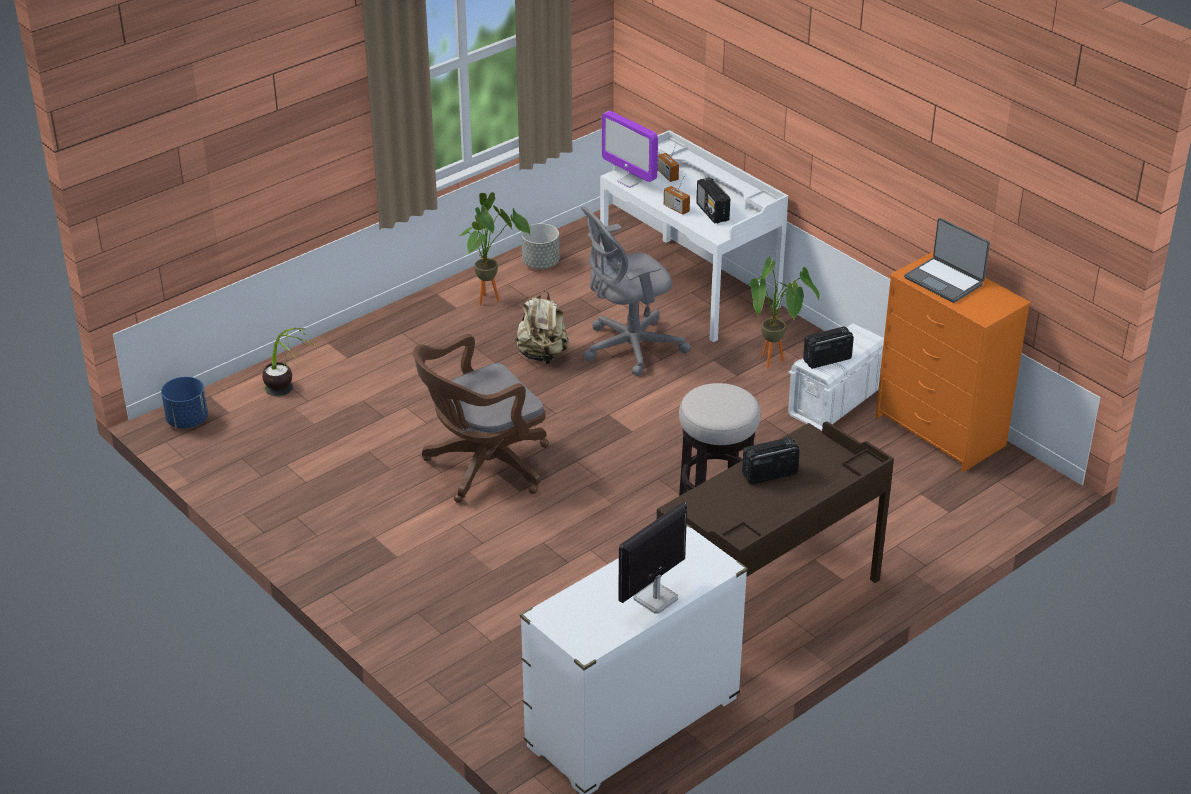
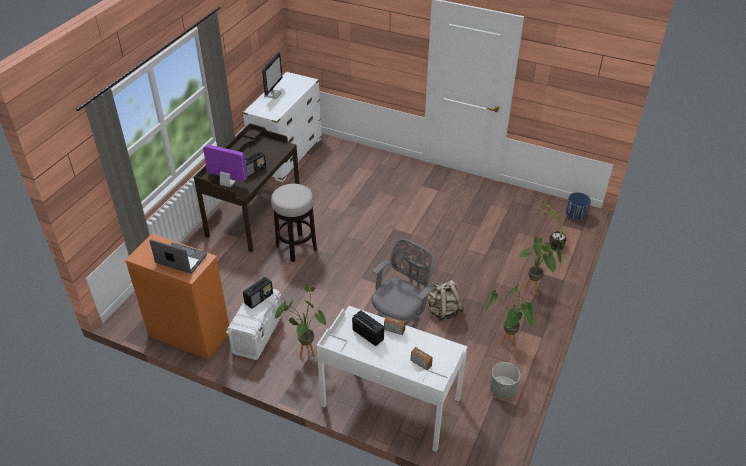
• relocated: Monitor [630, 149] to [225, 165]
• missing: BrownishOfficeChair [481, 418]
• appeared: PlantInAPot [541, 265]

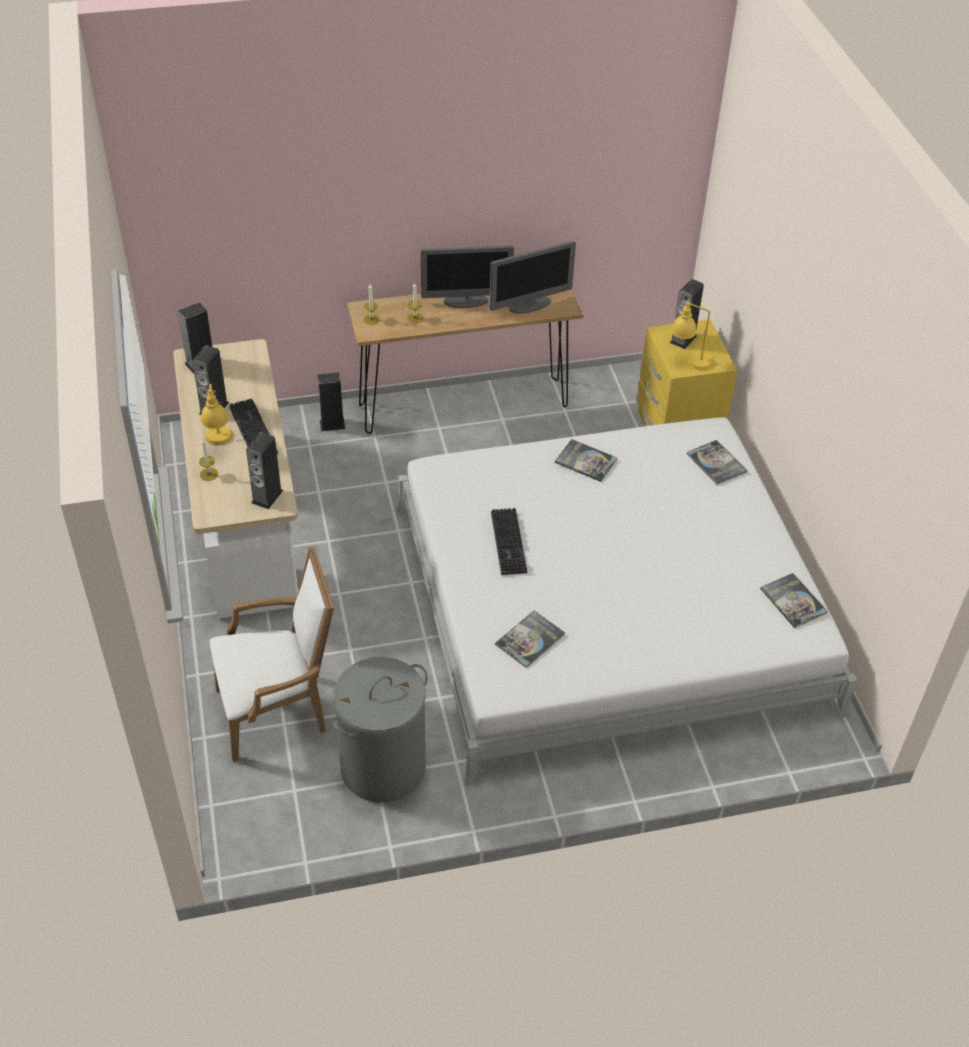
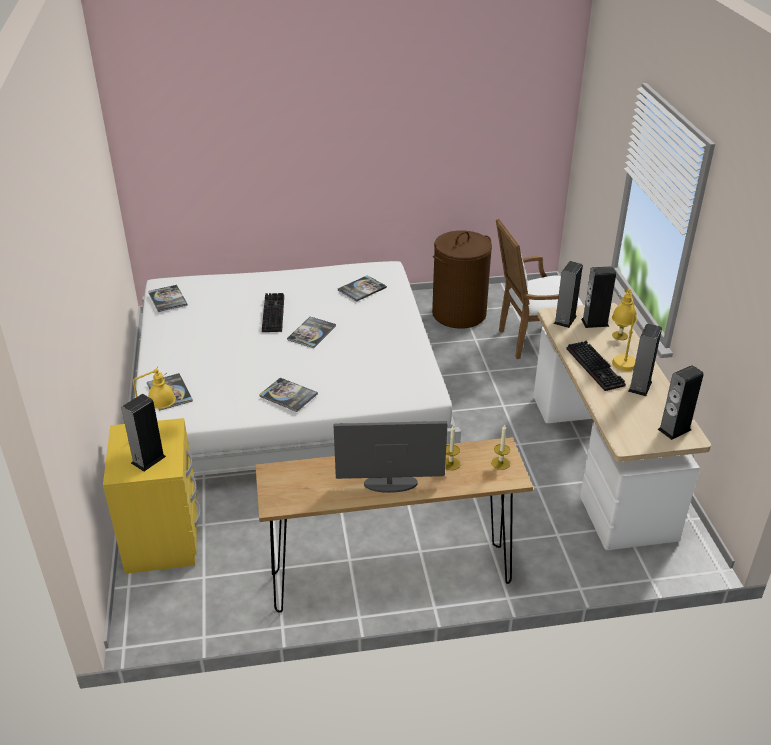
• missing: Monitor [532, 277]
• relocated: Loudspeaker [331, 401] to [598, 297]
• relocated: PcKeyboard [509, 541] to [273, 312]
• colour: GrayLaundryBasket [379, 730] to BrownishLaundryBasket [462, 279]
• appeared: Book [311, 332]

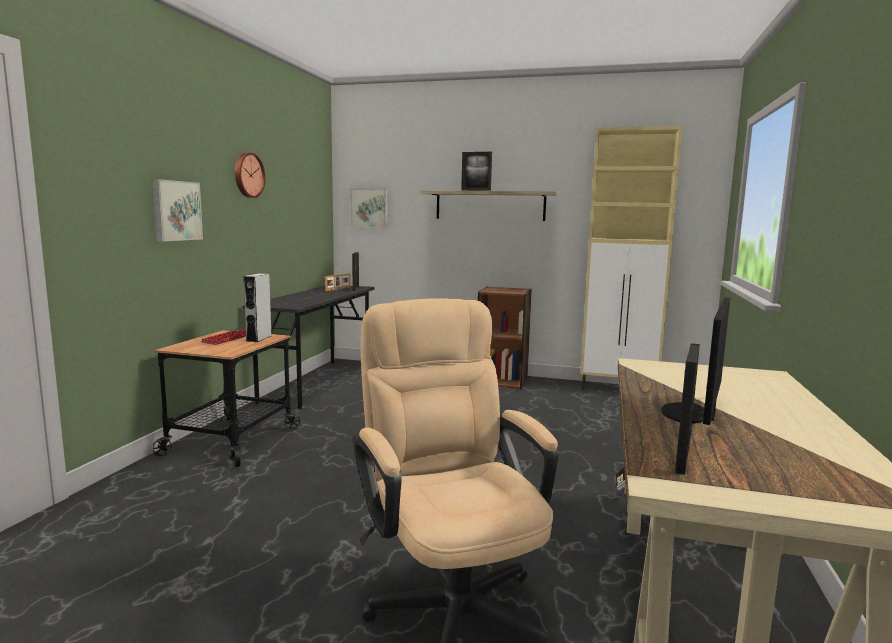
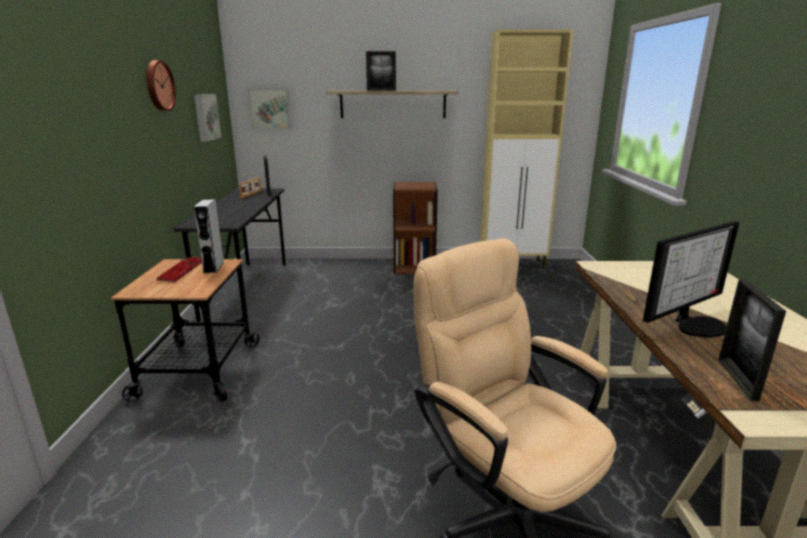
• relocated: WallPicture [177, 210] to [207, 118]
• spun: Monitor [695, 361] = [691, 279] 135 degrees counterclockwise

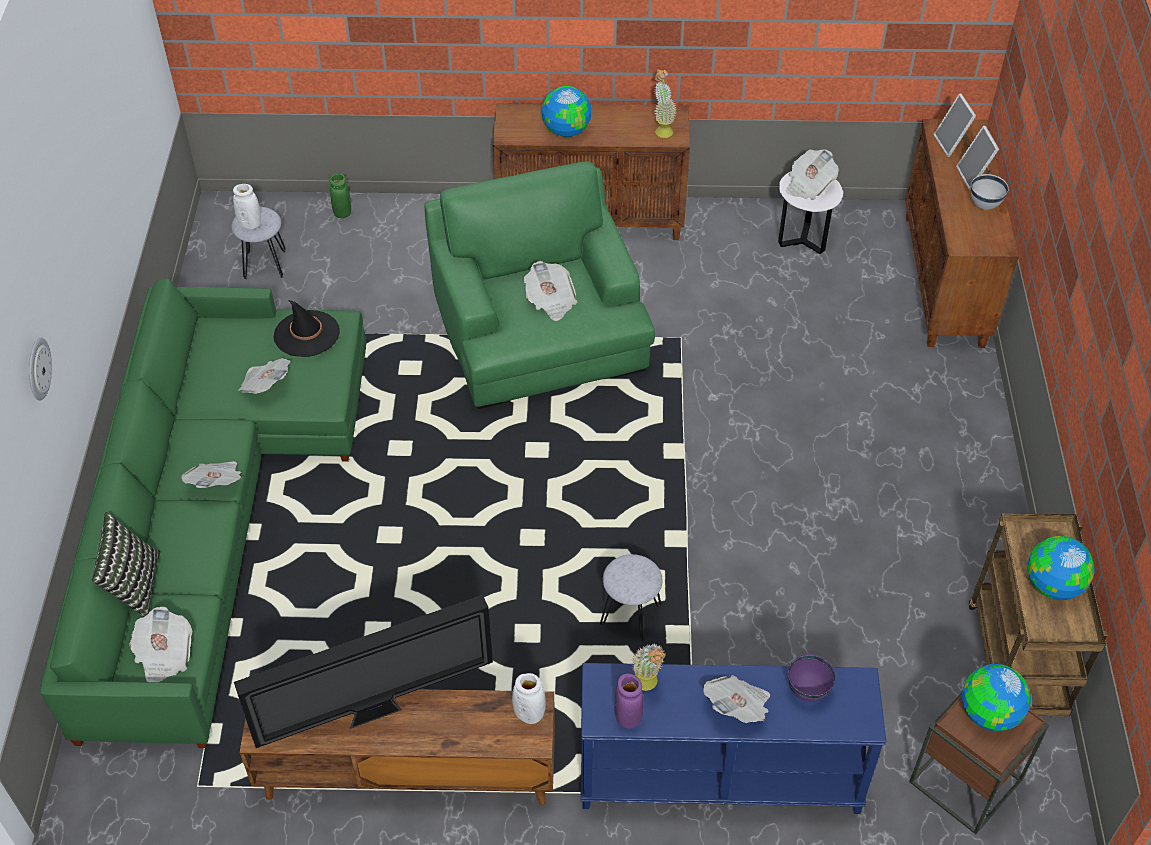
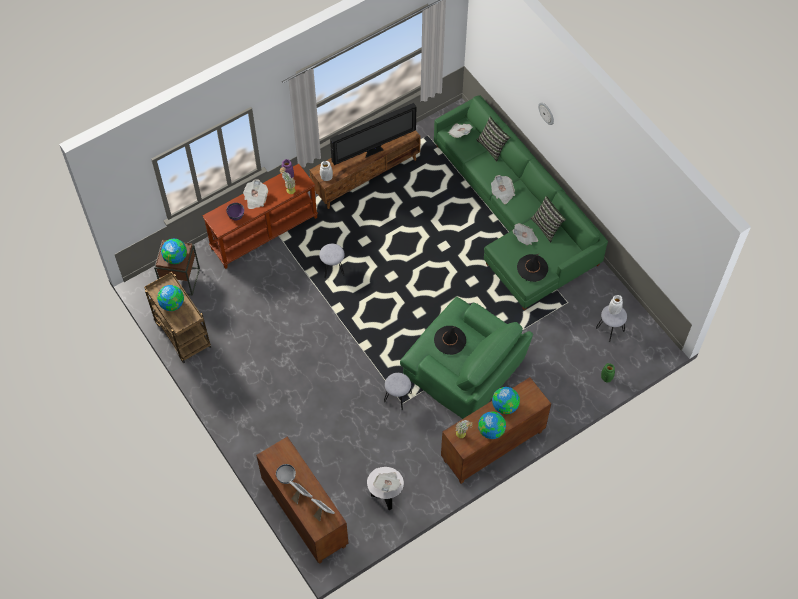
• exchanged: Newspaper [550, 291] to BlackishClothingHat [450, 340]
• spun: Television [363, 671] = [373, 134] 150 degrees counterclockwise
• colour: BluishConsoleTable [733, 738] to BrownishConsoleTable [260, 216]
• appeared: ThrowPillow [548, 219]
• appeared: GrayStoolSeat [398, 391]
• appeared: DeskGlobe [492, 425]

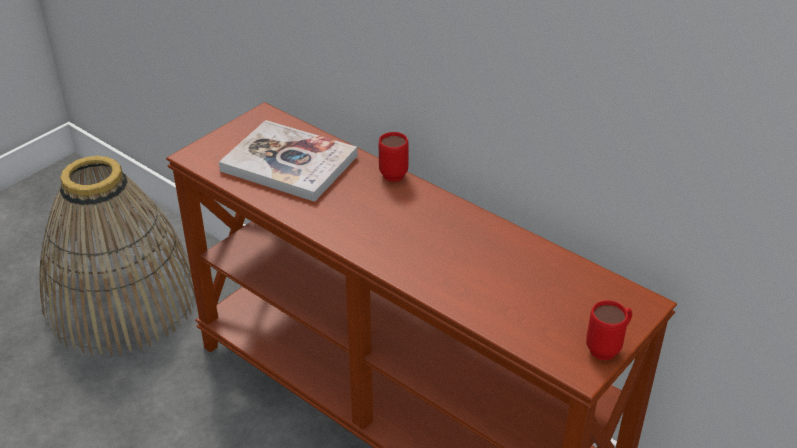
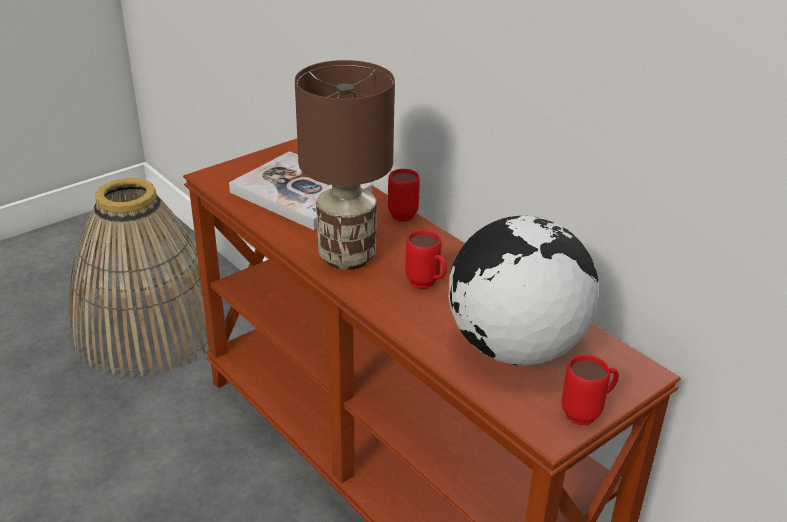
• appeared: BrownishTabletopLamp [345, 165]
• appeared: DeskGlobe [524, 291]
• appeared: RedCoffeeMug [426, 259]

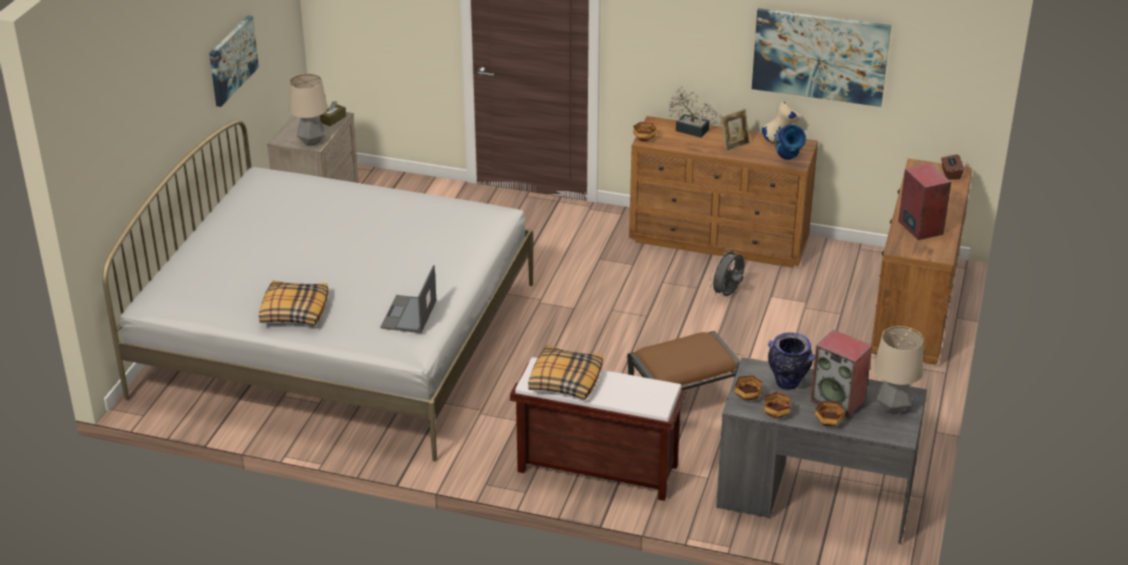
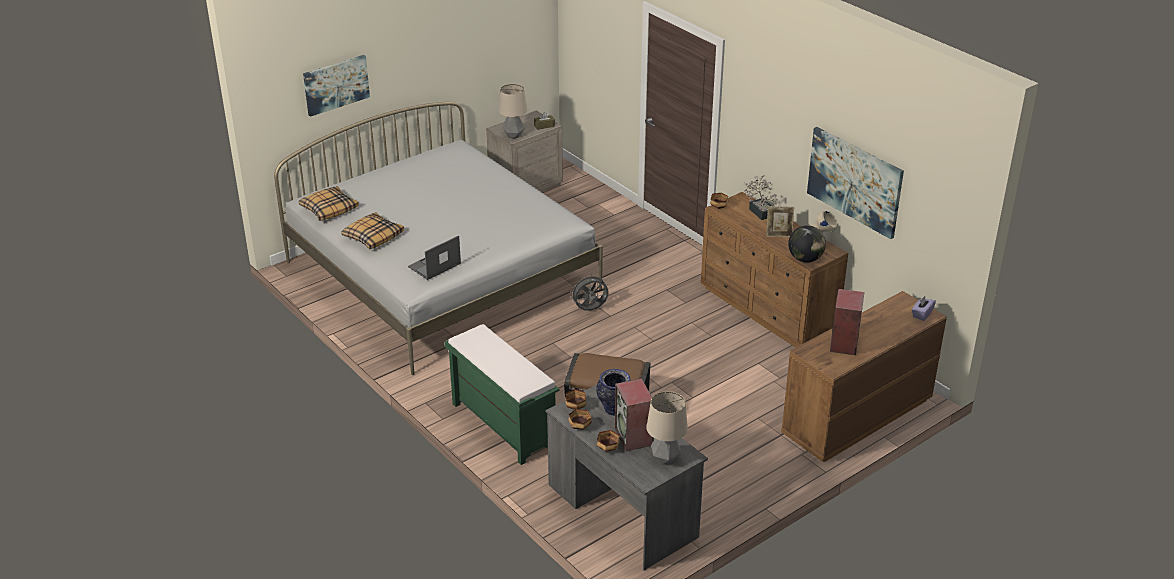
• relocated: WallPicture [234, 61] to [336, 86]
• exchanged: BluishFlowerVase [791, 142] to DeskGlobe [807, 243]
• colour: BrownishBoxOfTissues [952, 166] to PurpleBoxOfTissues [924, 308]
• relocated: GrayFan [727, 272] to [589, 292]
• relocated: ThrowPillow [565, 372] to [329, 203]
• colour: BrownishLongSeat [598, 429] to GreenishLongSeat [502, 394]

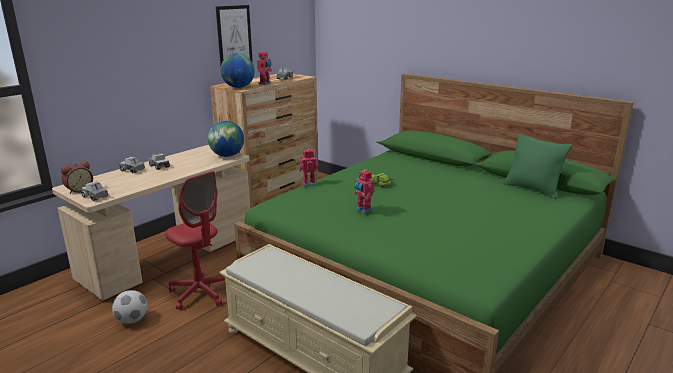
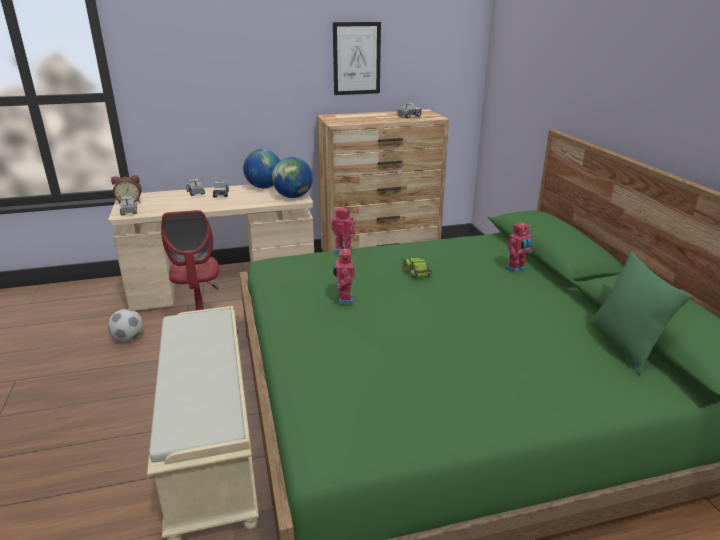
• relocated: ToyRobot [264, 68] to [519, 247]
• relocated: DeskGlobe [237, 70] to [261, 168]

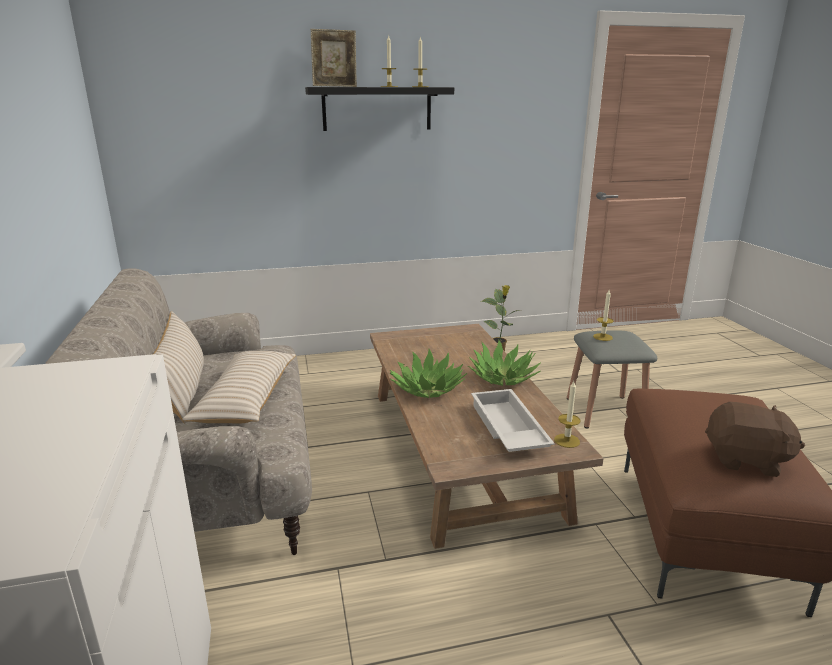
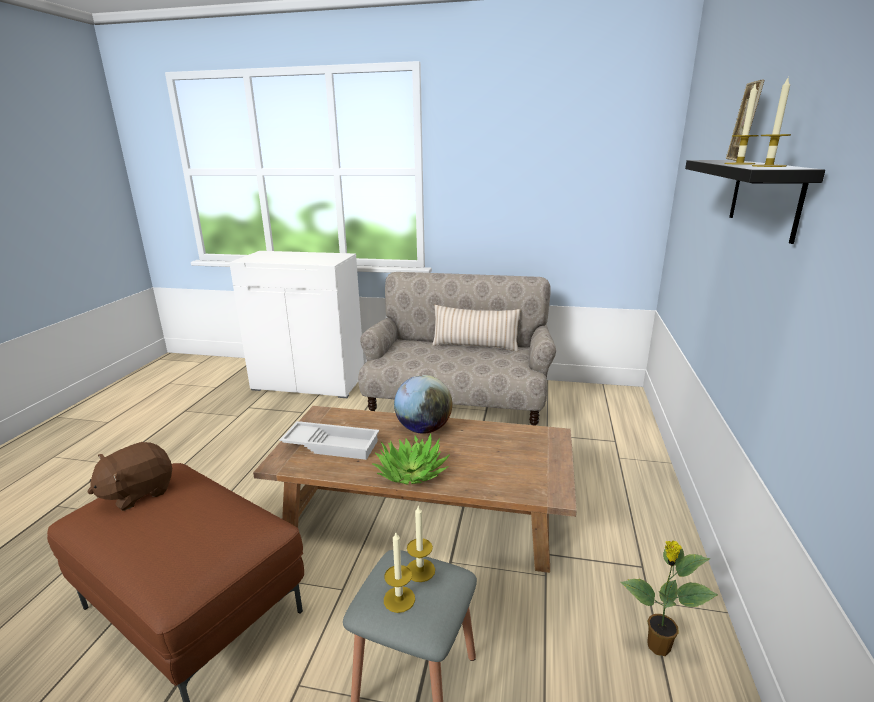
• exchanged: PlantInAPot [428, 373] to DeskGlobe [423, 404]
• missing: BeigeColouredThrowPillow [239, 387]
• relocated: Candle [567, 414] to [399, 572]

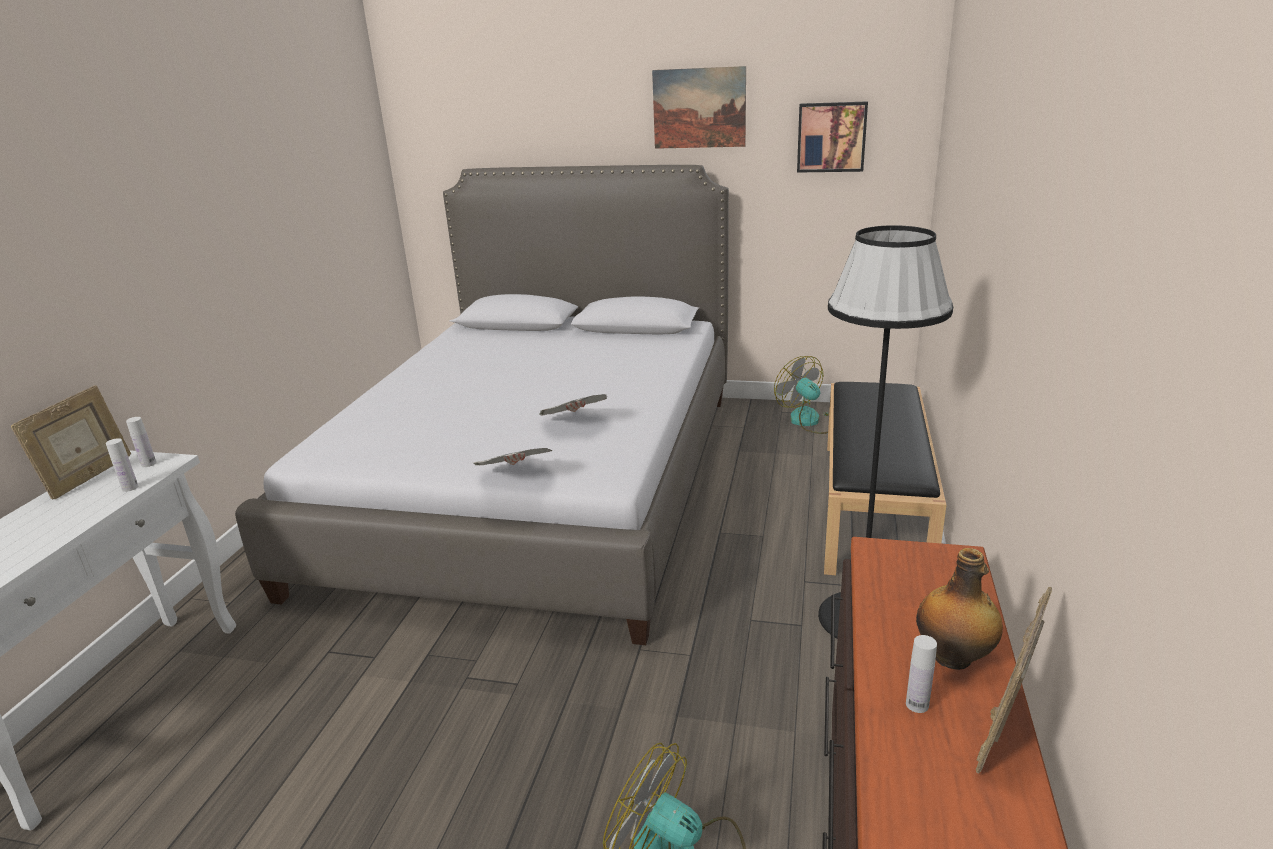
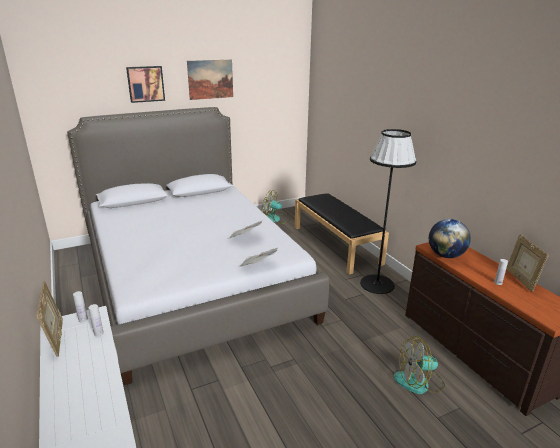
• relocated: WallPicture [832, 137] to [145, 84]
• missing: BeverageBottle [959, 609]
• appeared: DeskGlobe [450, 238]

